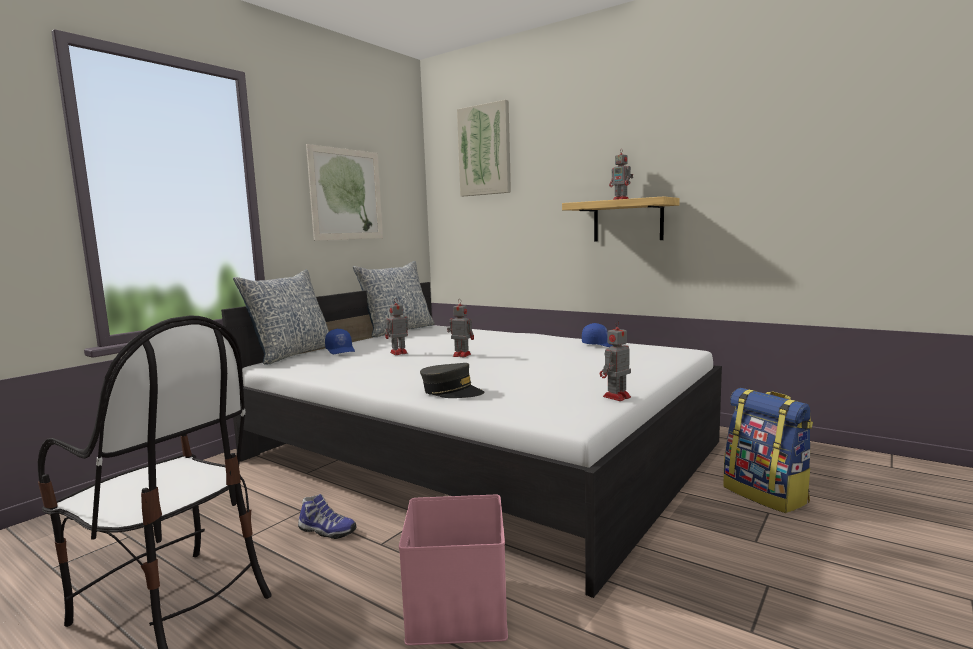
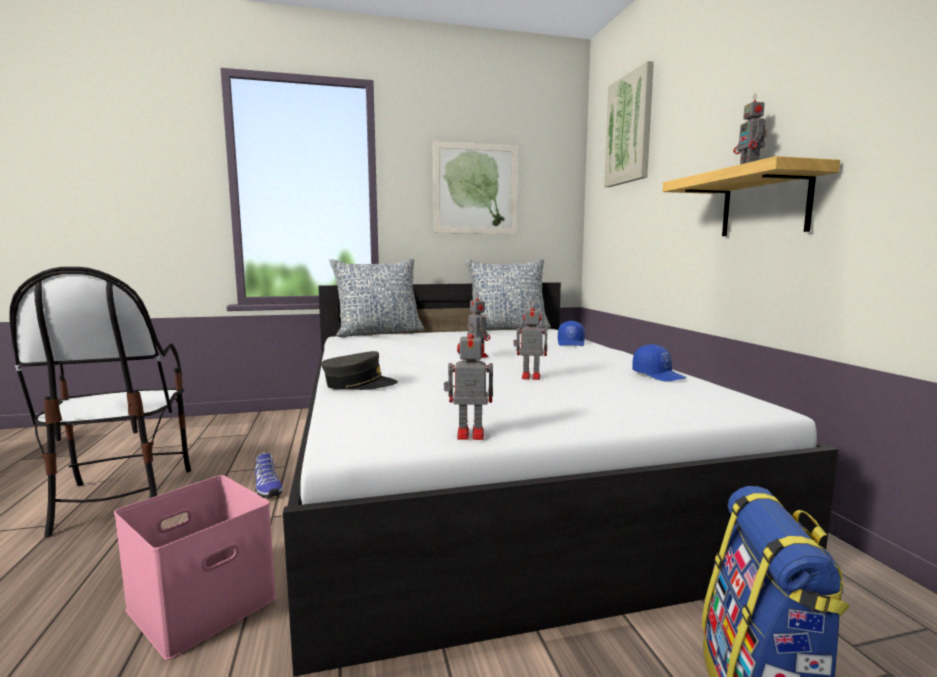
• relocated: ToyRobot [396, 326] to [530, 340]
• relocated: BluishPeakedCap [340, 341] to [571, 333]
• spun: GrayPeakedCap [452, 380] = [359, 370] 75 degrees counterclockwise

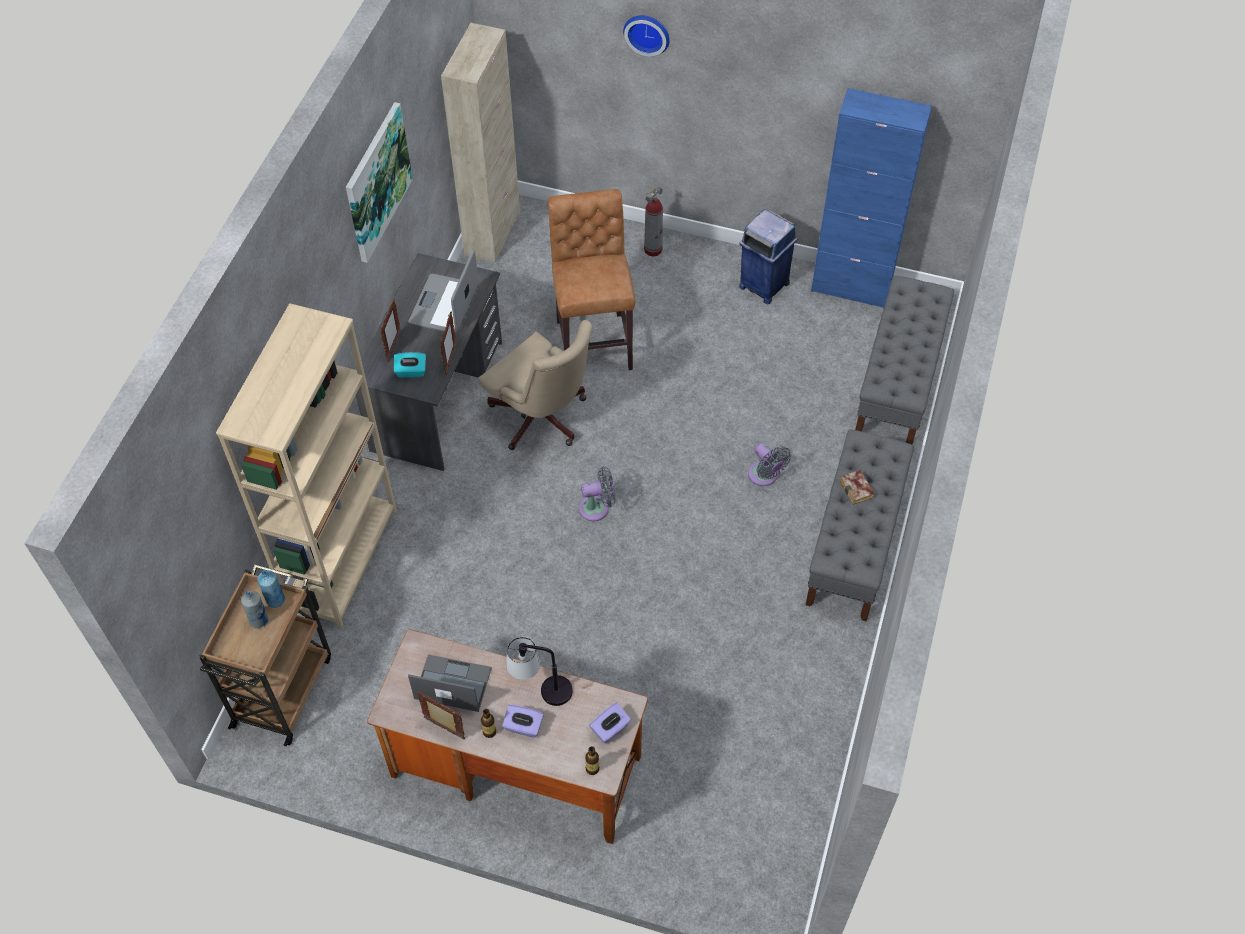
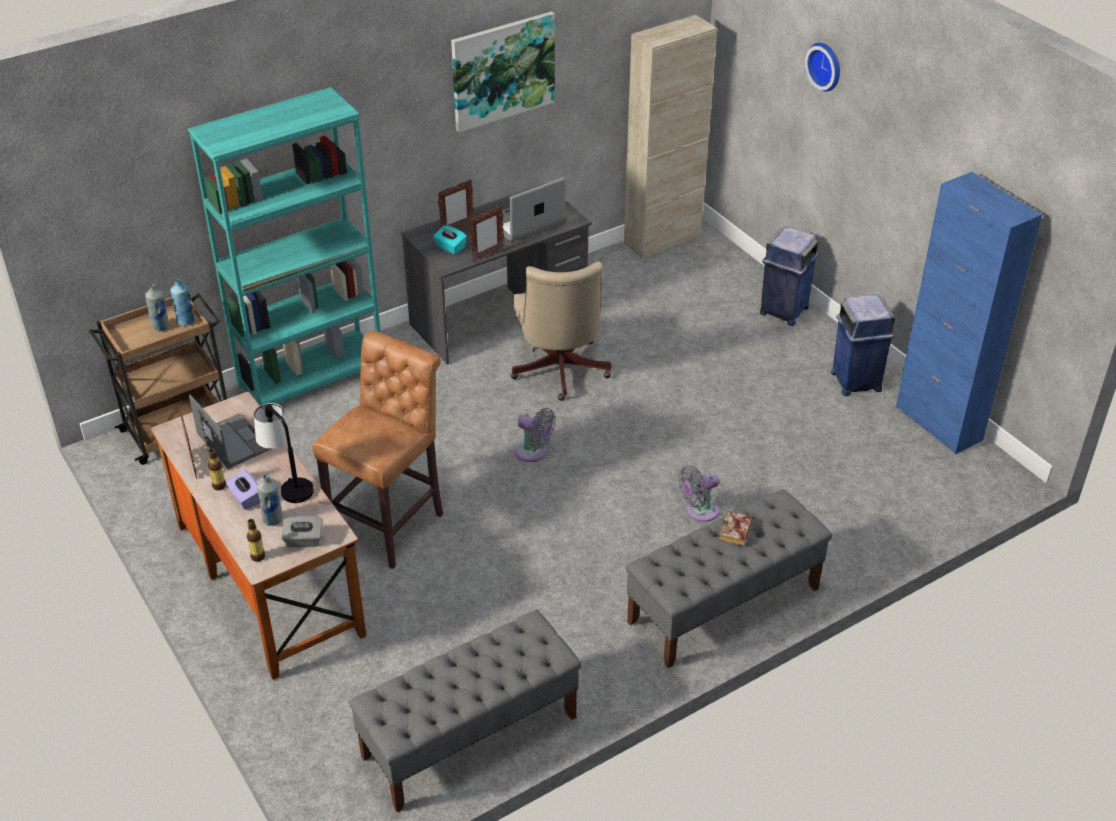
• exchanged: FireFightingCylinder [653, 221] to BluishRubbishBin [789, 276]
• relocated: BrownishStoolSeat [591, 279] to [377, 449]
• relocated: GrayLongSeat [904, 360] to [465, 711]
• colour: BeigeColouredShelvingUnit [306, 465] to TurquoiseColouredShelvingUnit [284, 246]
• spun: GrayFan [769, 464] = [699, 493] 60 degrees clockwise
• colour: PurpleBoxOfTissues [610, 723] to GrayBoxOfTissues [302, 531]
• appeared: GrayBeverageBottle [270, 500]

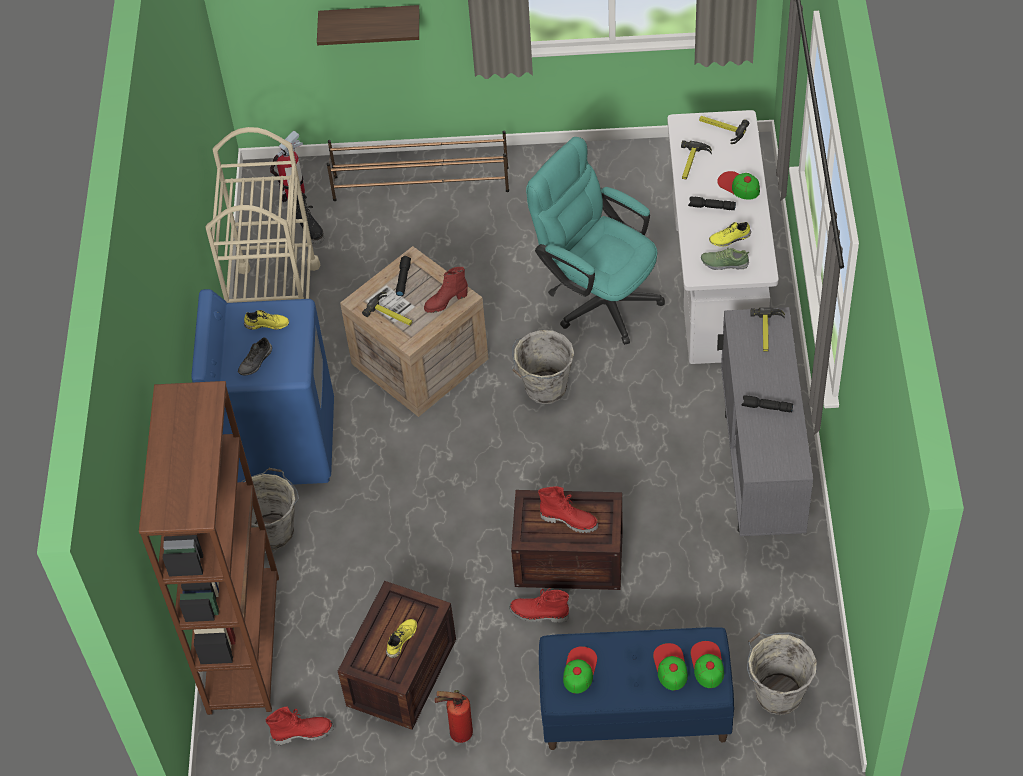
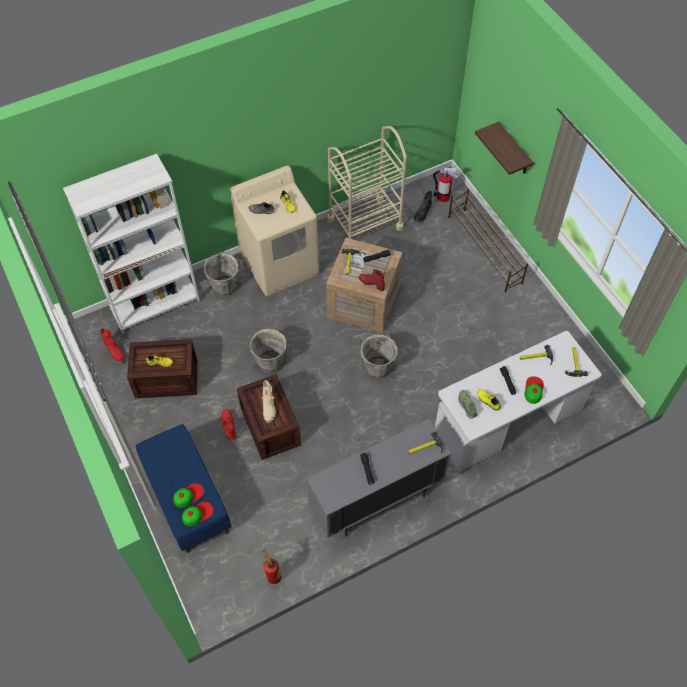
• missing: TurquoiseColouredOfficeChair [595, 241]
• colour: BluishLaundryAppliance [262, 387] to BeigeColouredLaundryAppliance [274, 231]
• colour: BrownishShelvingUnit [209, 548] to WhiteShelvingUnit [131, 244]
• colour: RedBoot [568, 509] to BeigeColouredBoot [268, 402]
• relocated: GrayPail [782, 673] to [269, 349]
• missing: PeakedCap [580, 670]
• relocated: FireFightingCylinder [454, 716] to [271, 567]

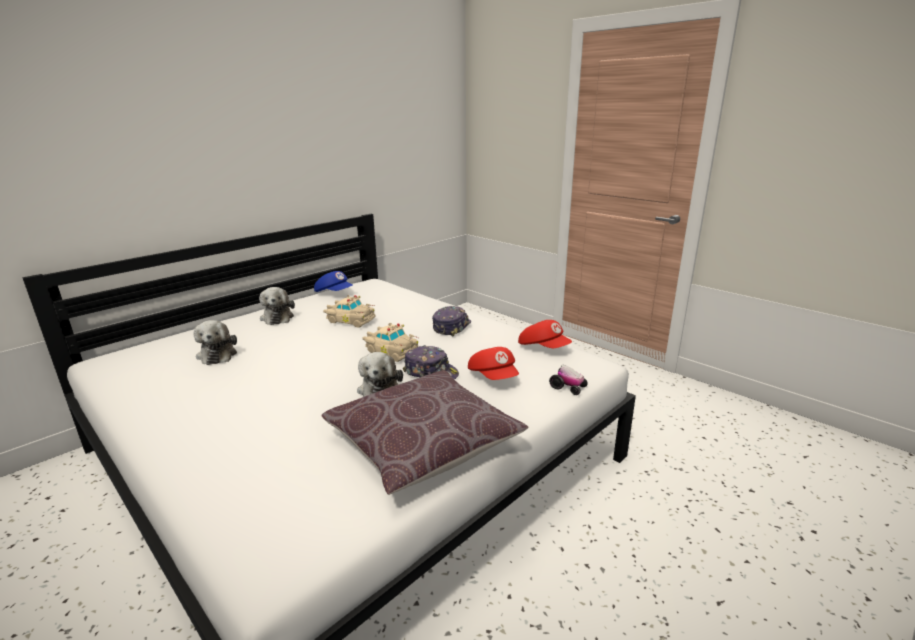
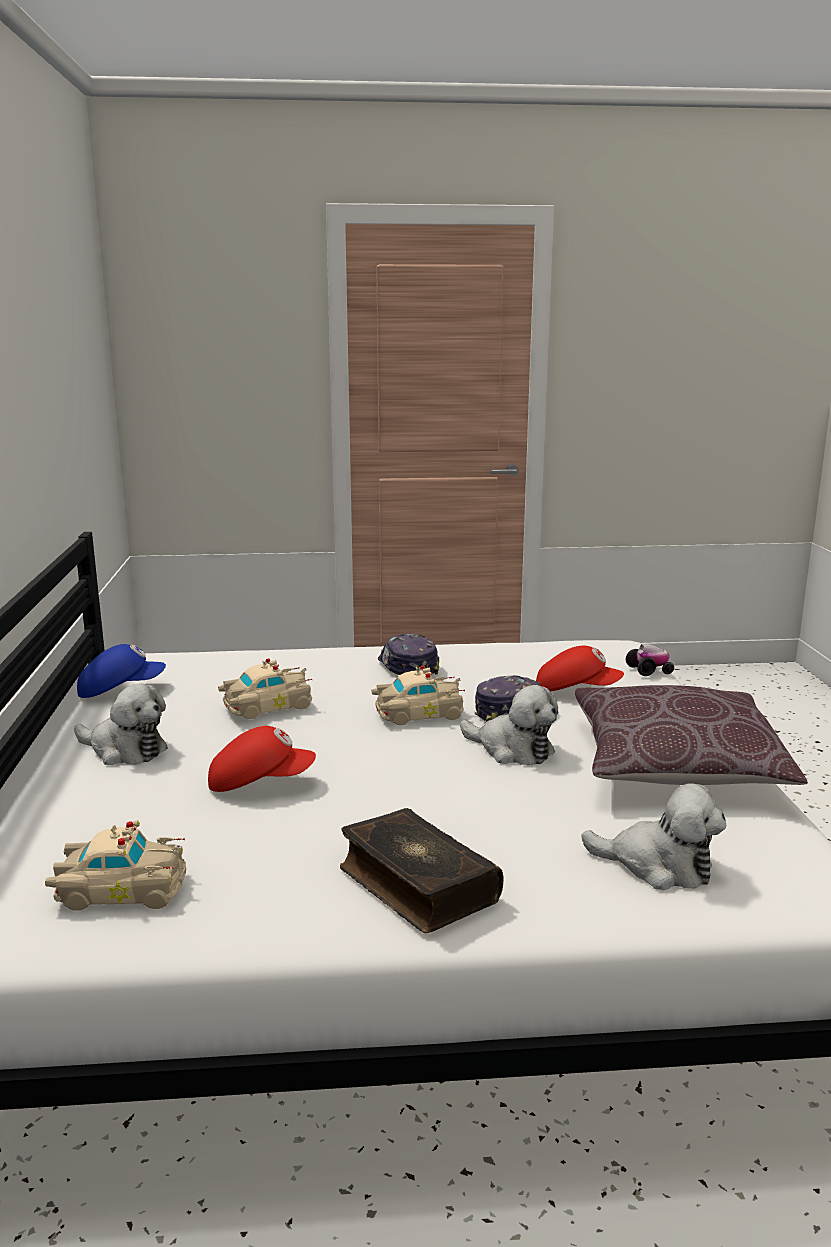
• relocated: CuddlyToy [215, 342] to [653, 836]
• relocated: RedPeakedCap [545, 334] to [262, 759]
• appeared: Book [422, 870]
• appeared: BeigeColouredMiniatureCar [115, 865]

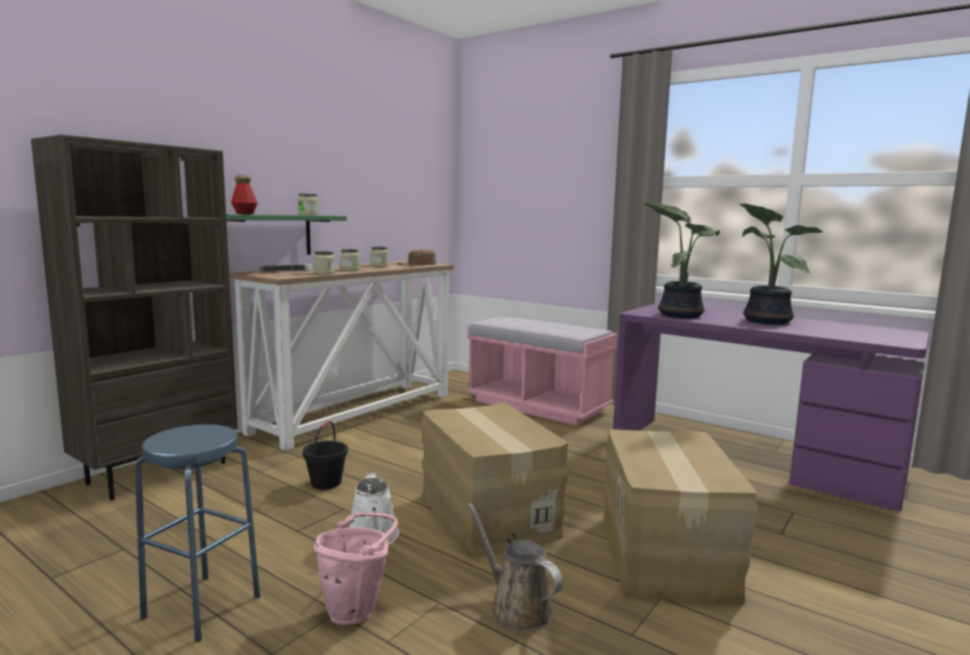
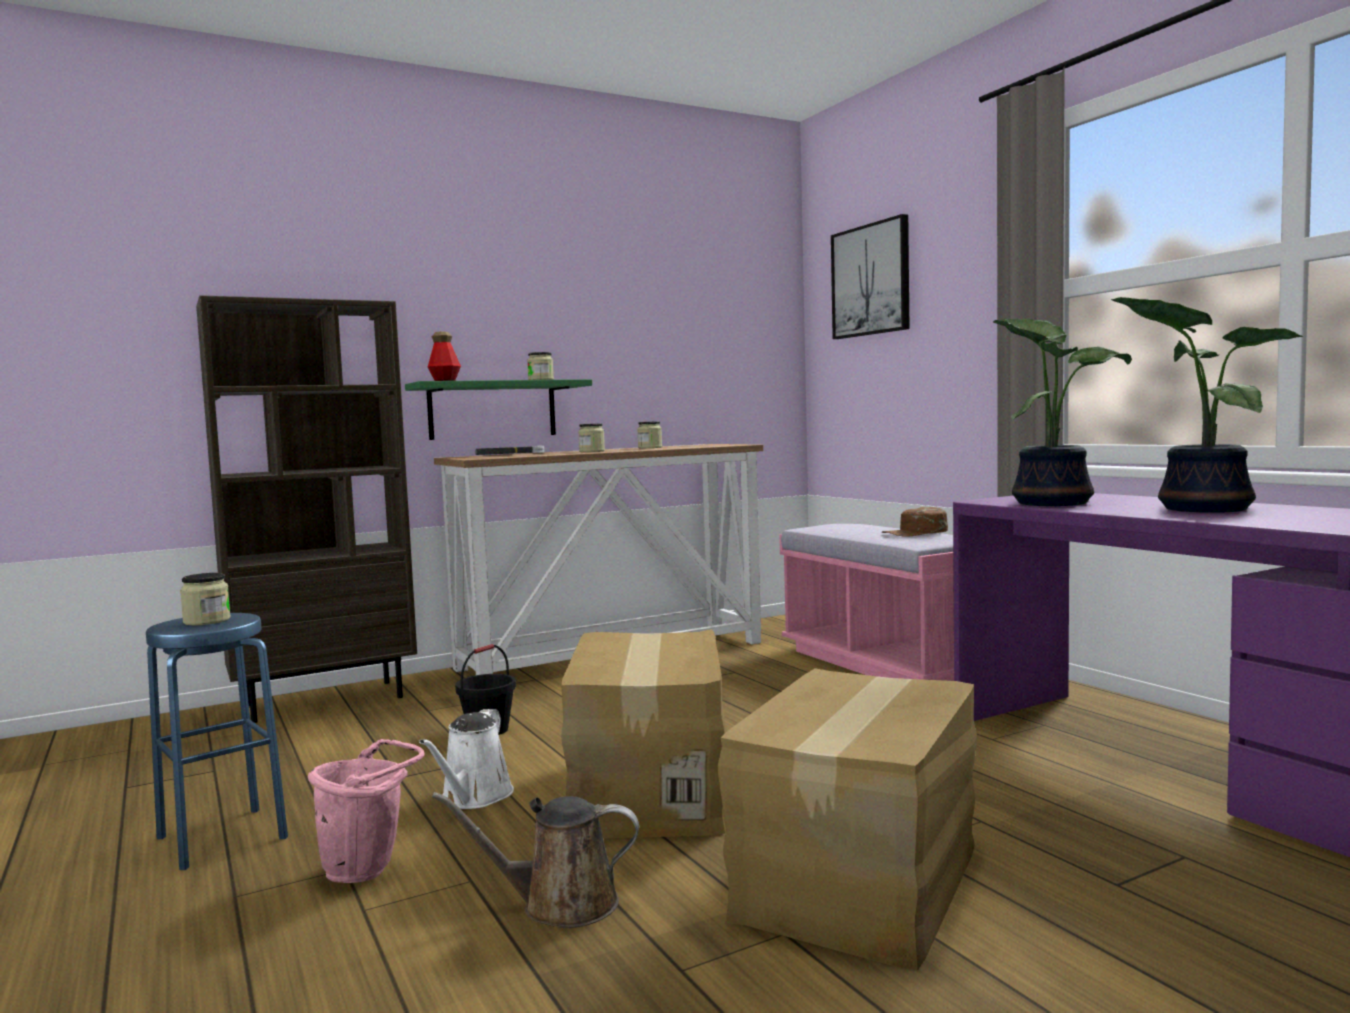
• relocated: BrownishPeakedCap [417, 257] to [915, 522]
• relocated: StorageJar [324, 262] to [205, 599]
• spun: BrownishWateringCan [515, 567] = [535, 860] 75 degrees counterclockwise
• appeared: WallPicture [870, 276]

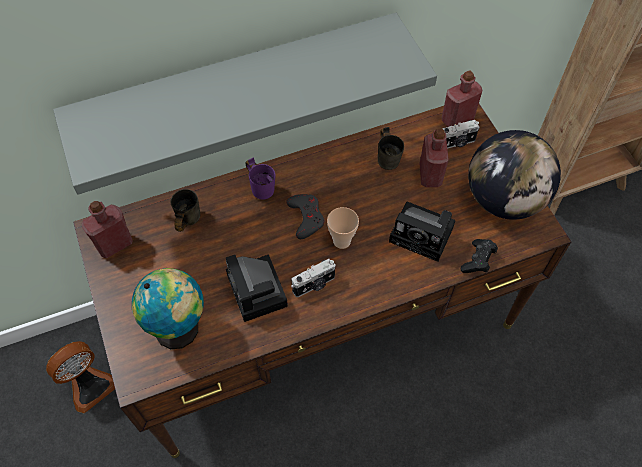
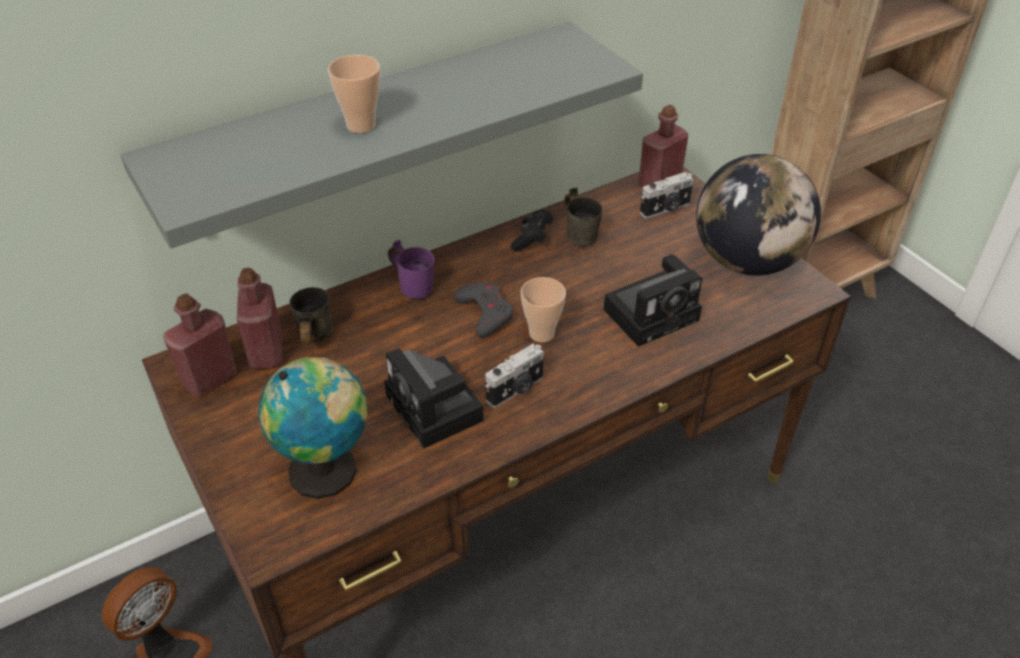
• relocated: RedBeverageBottle [434, 157] to [260, 318]
• spun: PhotoCamera [422, 232] = [652, 300] 45 degrees counterclockwise
• relocated: BlackishGamepad [479, 256] to [532, 230]
• appeared: DrinkingCup [354, 94]

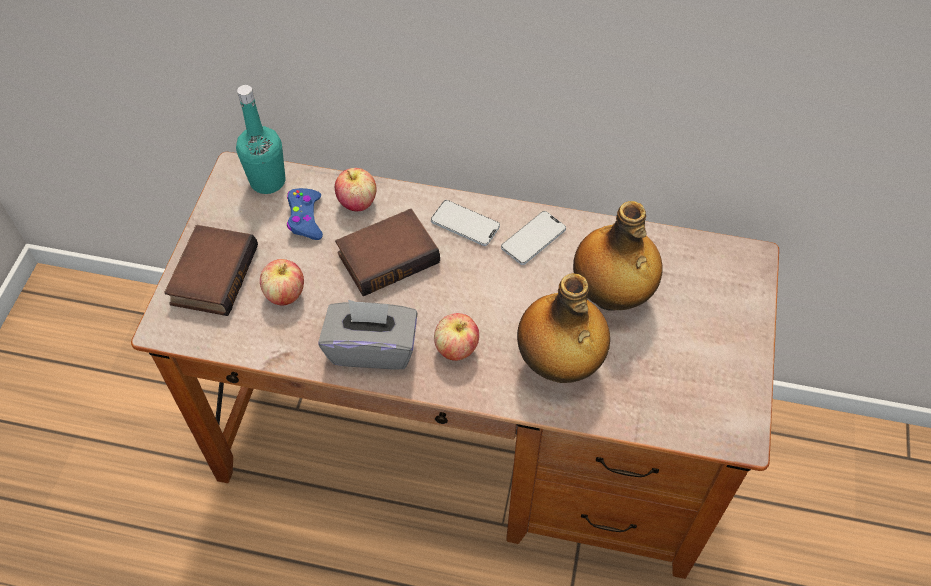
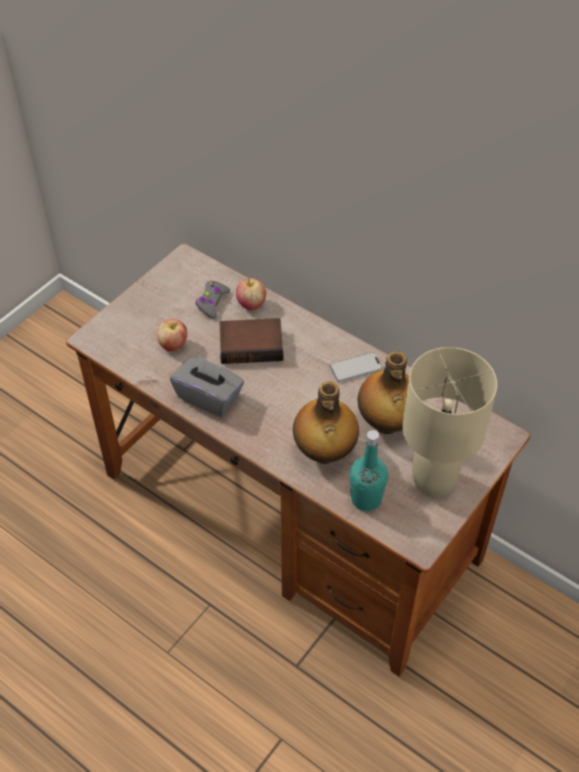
• relocated: TurquoiseColouredBeverageBottle [261, 139] to [369, 470]
• colour: BluishGamepad [305, 214] to GrayGamepad [212, 299]
• missing: Phone [465, 223]
• missing: Book [211, 270]
• missing: AppleFruit [456, 337]
• appeared: BeigeColouredTabletopLamp [449, 422]

